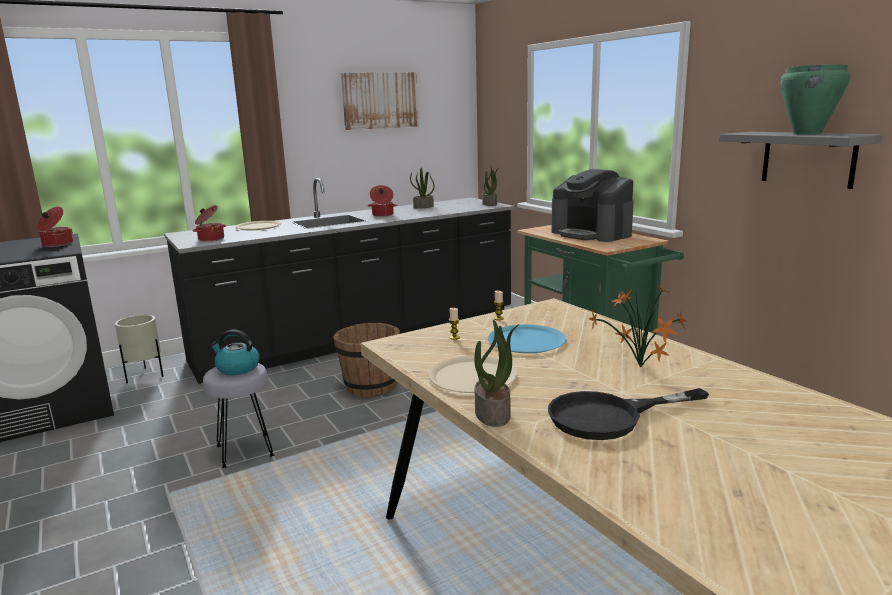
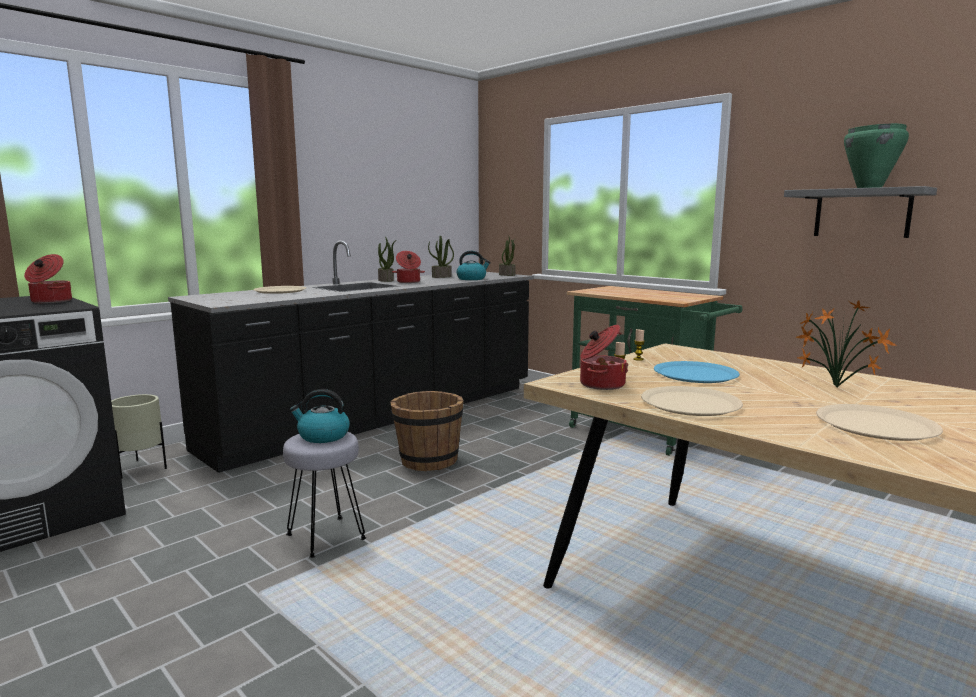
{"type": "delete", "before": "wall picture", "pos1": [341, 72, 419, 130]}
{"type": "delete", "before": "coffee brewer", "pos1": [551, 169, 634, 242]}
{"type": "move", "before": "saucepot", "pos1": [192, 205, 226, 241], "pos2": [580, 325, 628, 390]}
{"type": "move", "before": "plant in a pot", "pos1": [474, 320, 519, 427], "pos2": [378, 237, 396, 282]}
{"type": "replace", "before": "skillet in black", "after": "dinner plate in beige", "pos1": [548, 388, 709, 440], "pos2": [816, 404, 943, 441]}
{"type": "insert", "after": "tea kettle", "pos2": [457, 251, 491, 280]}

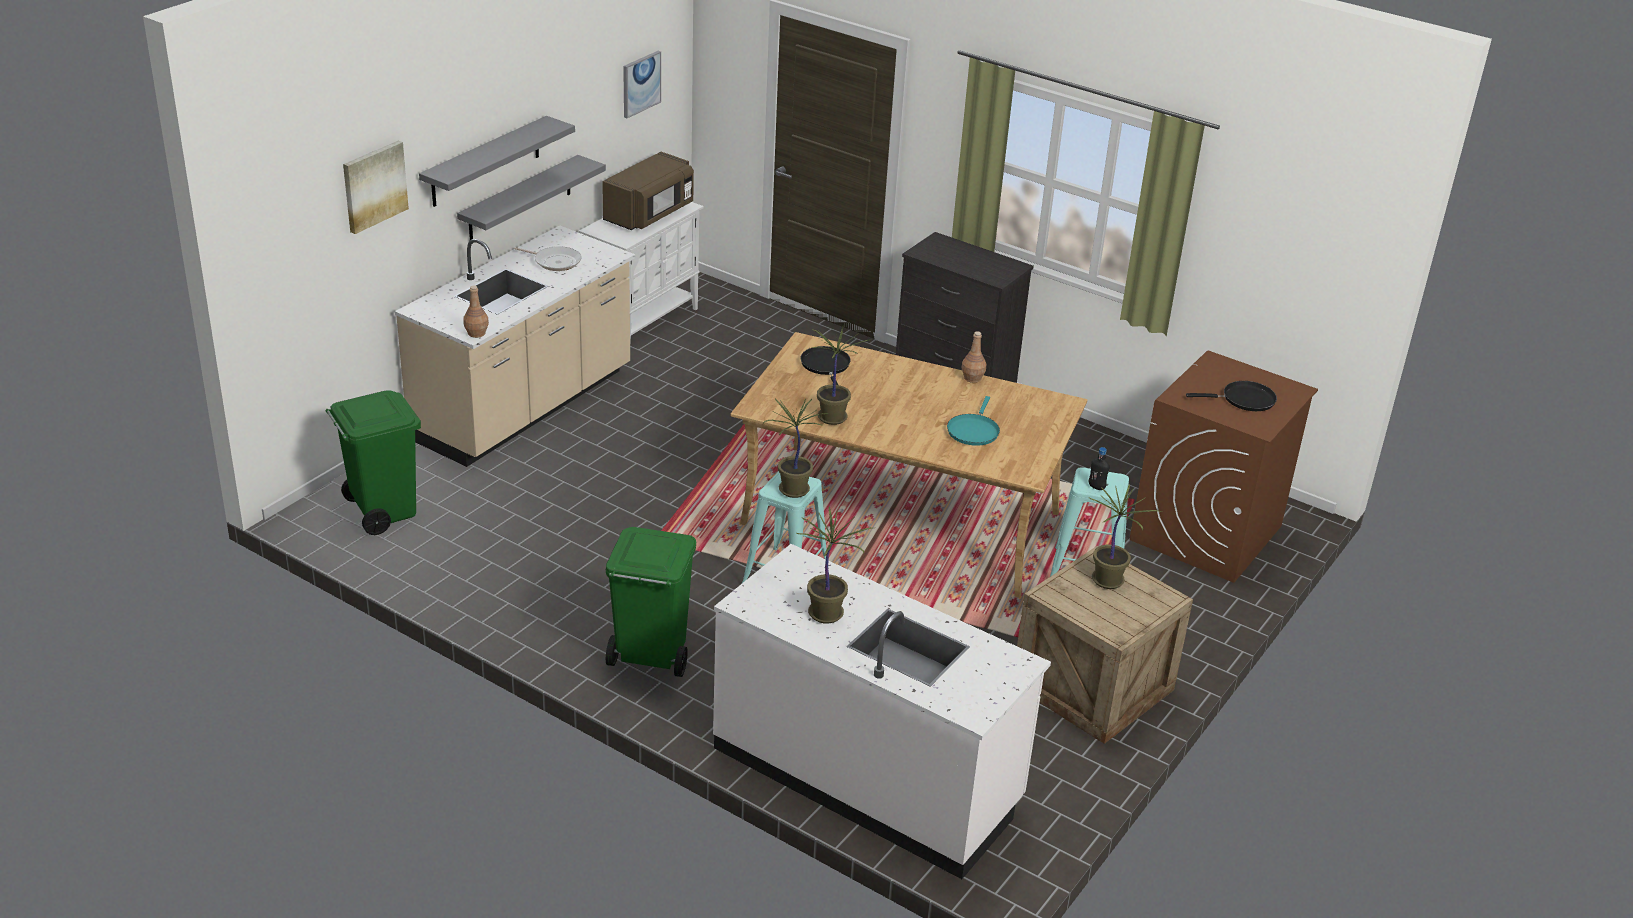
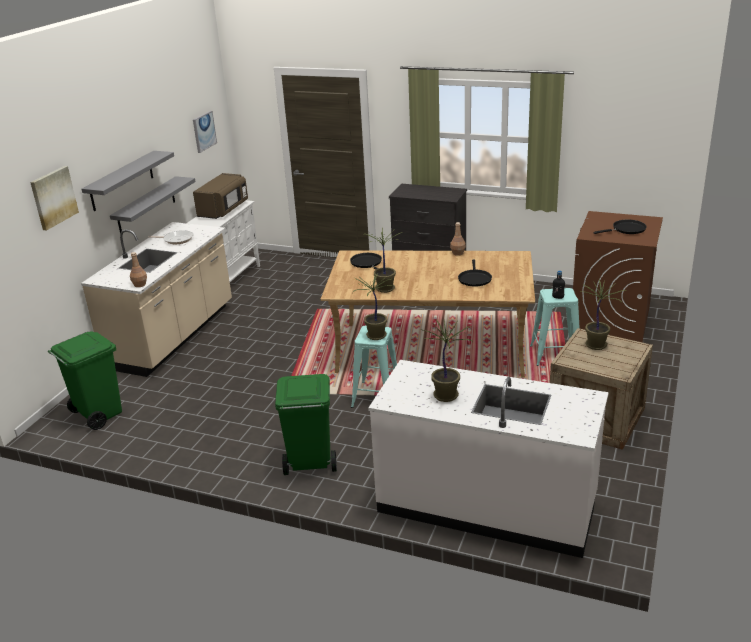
{"type": "recolor", "before": "skillet in turquoise-coloured", "after": "skillet in black", "pos1": [947, 396, 1000, 446], "pos2": [458, 260, 492, 287]}

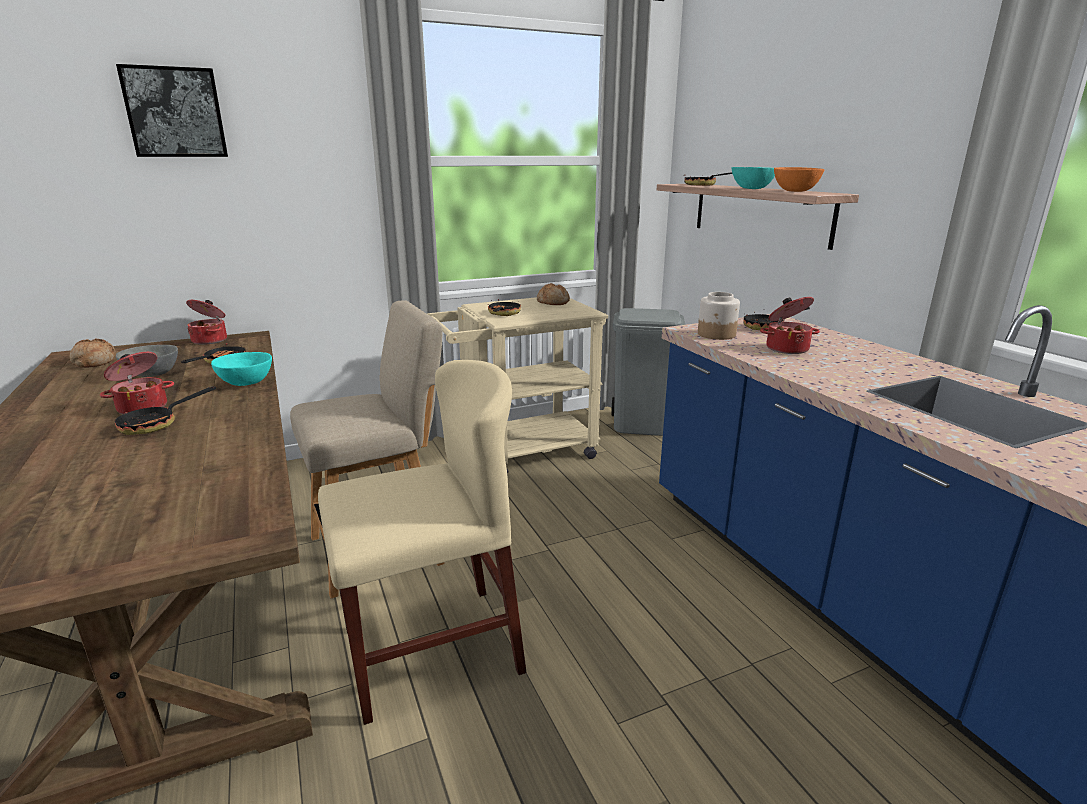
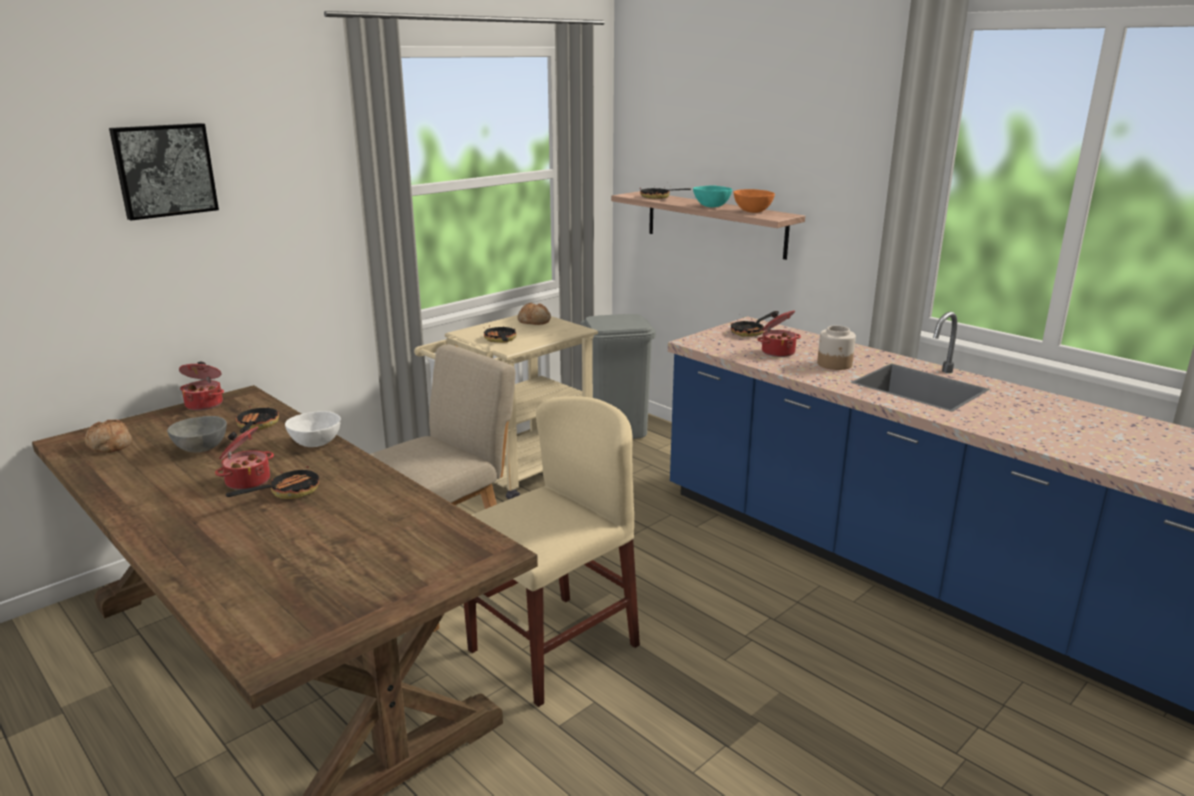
{"type": "move", "before": "jar", "pos1": [698, 292, 740, 340], "pos2": [817, 326, 856, 370]}
{"type": "recolor", "before": "bowl in turquoise-coloured", "after": "bowl in whitish", "pos1": [211, 352, 272, 386], "pos2": [285, 411, 341, 447]}
{"type": "rotate", "before": "skillet", "pos1": [115, 387, 216, 435], "pos2": [226, 466, 319, 499], "turn": -150}

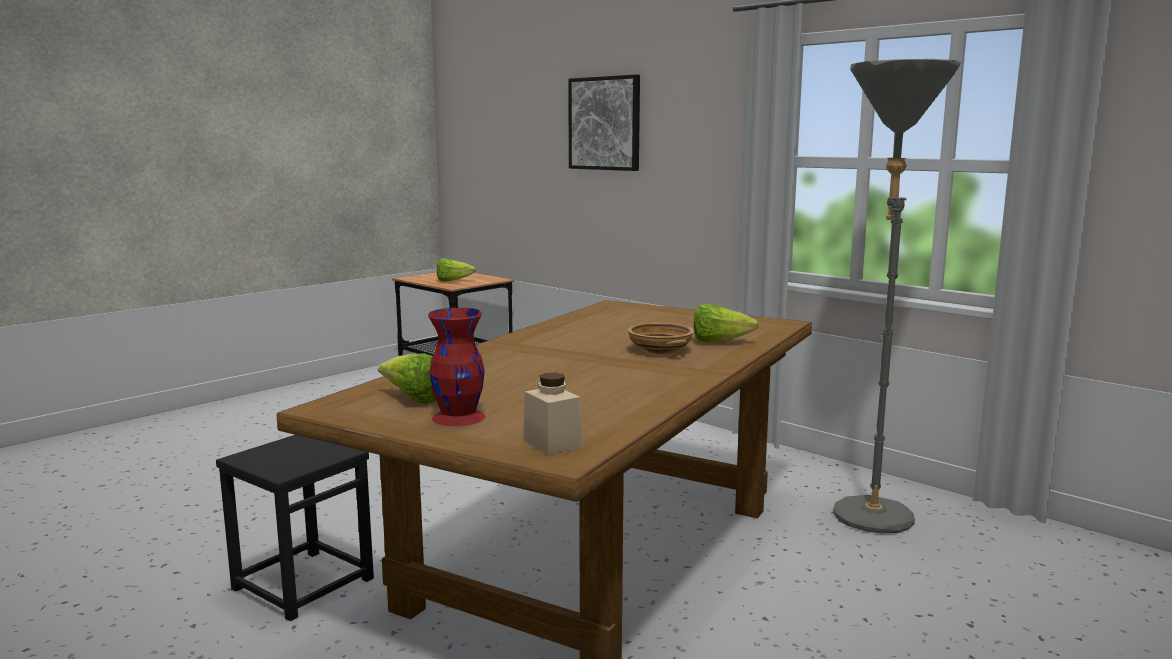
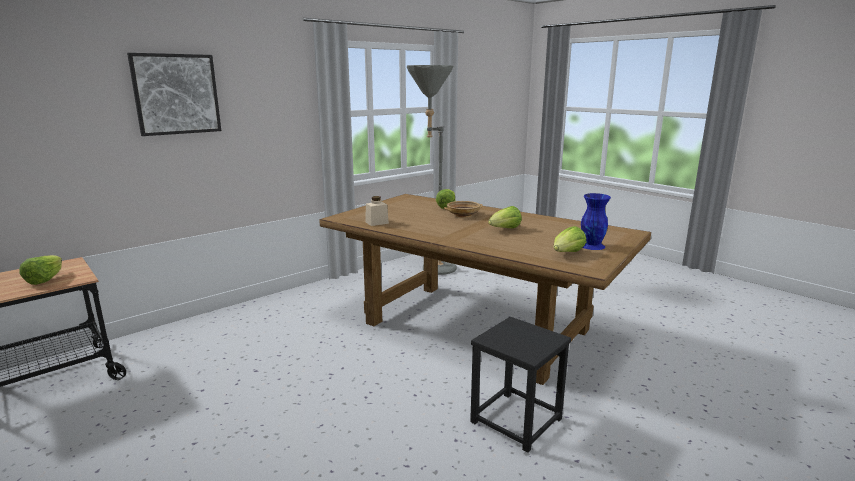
{"type": "recolor", "before": "vase in red-coloured", "after": "vase in blue-coloured", "pos1": [428, 308, 485, 426], "pos2": [581, 193, 611, 250]}
{"type": "move", "before": "jar in beige", "pos1": [523, 373, 583, 455], "pos2": [366, 196, 389, 226]}
{"type": "insert", "after": "head of lettuce", "pos2": [488, 206, 522, 228]}

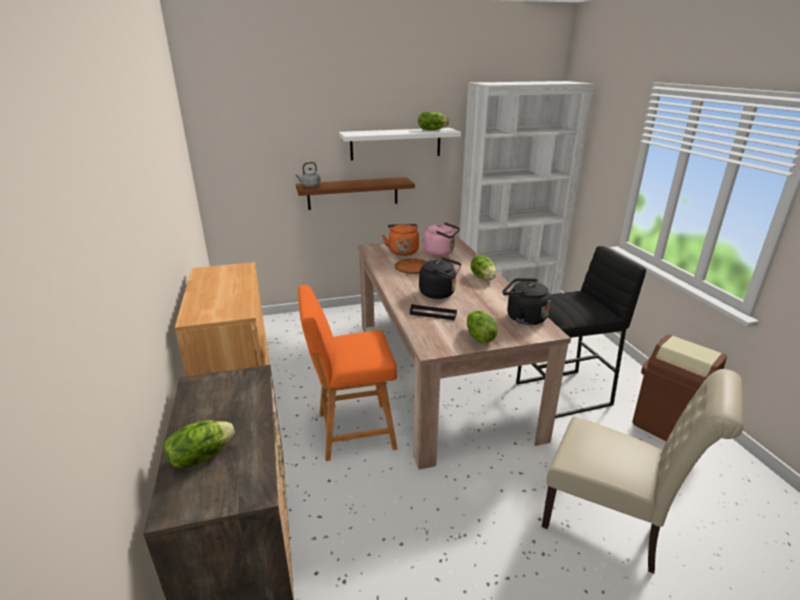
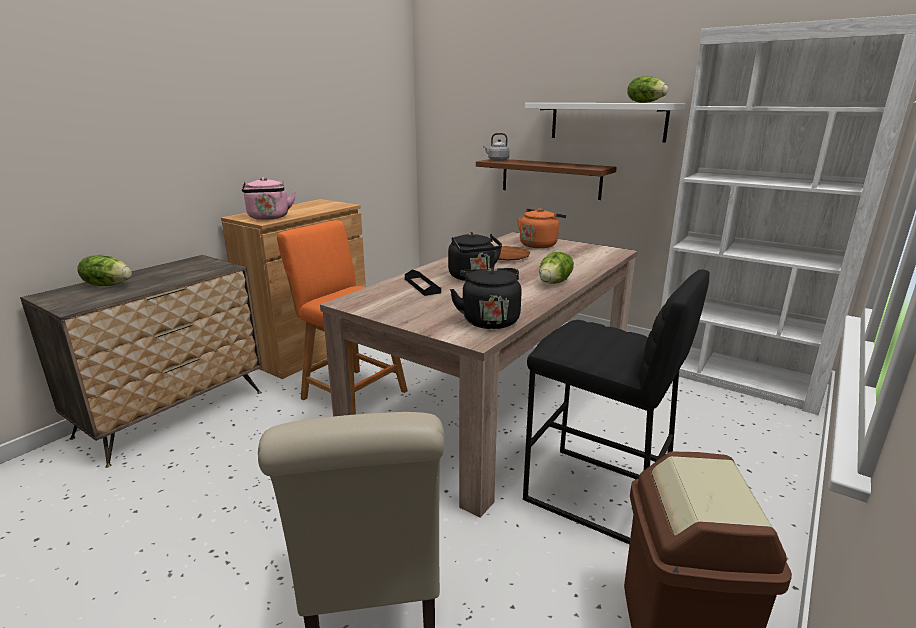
{"type": "move", "before": "tea kettle in pink-coloured", "pos1": [424, 222, 460, 256], "pos2": [242, 177, 296, 220]}
{"type": "delete", "before": "head of lettuce", "pos1": [467, 310, 497, 343]}

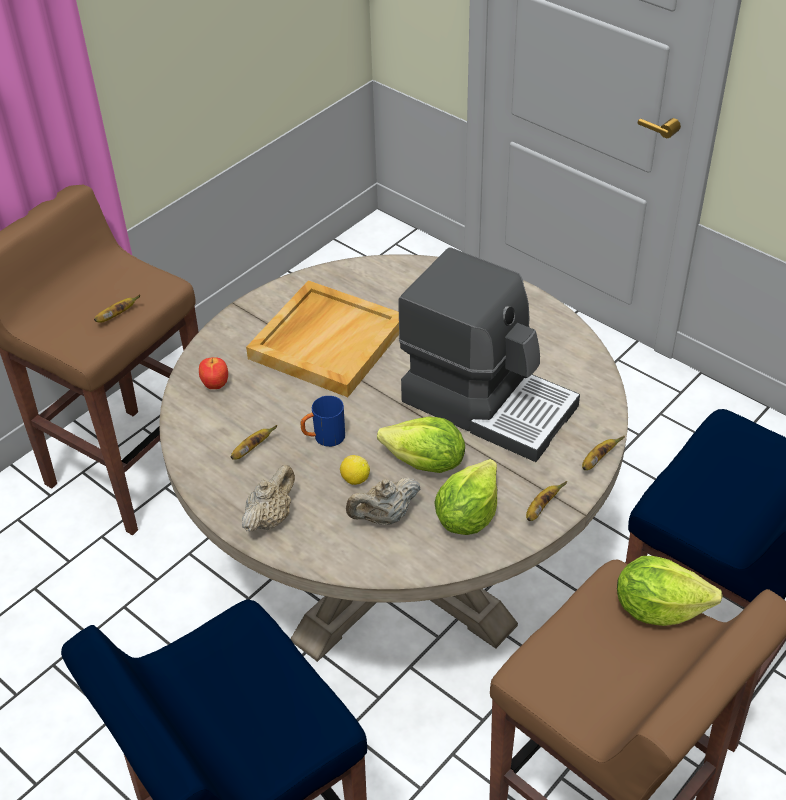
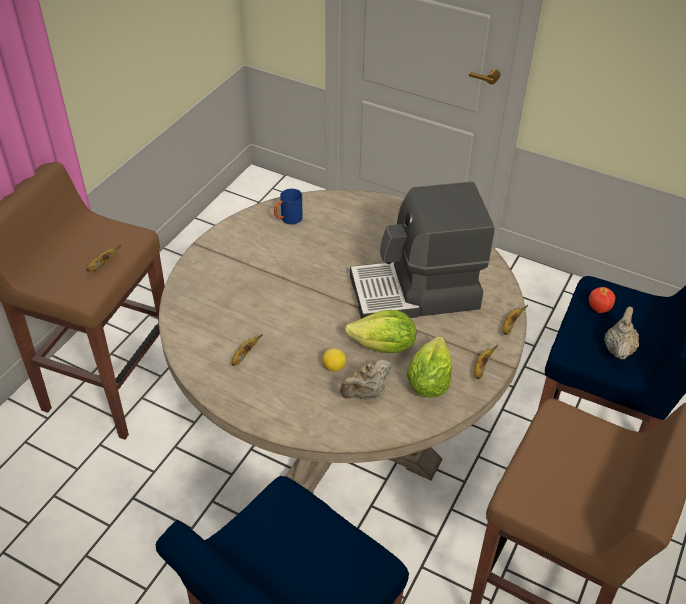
{"type": "rotate", "before": "coffee brewer", "pos1": [398, 247, 580, 462], "pos2": [350, 181, 495, 319], "turn": 150}
{"type": "delete", "before": "serving tray in beige", "pos1": [246, 280, 399, 397]}
{"type": "move", "before": "apple fruit", "pos1": [199, 357, 228, 389], "pos2": [589, 287, 615, 313]}
{"type": "move", "before": "coffee mug in blue-coloured", "pos1": [301, 396, 345, 447], "pos2": [274, 189, 302, 224]}
{"type": "move", "before": "pot for tea in beige", "pos1": [242, 465, 295, 532], "pos2": [604, 307, 639, 359]}
{"type": "delete", "before": "head of lettuce", "pos1": [617, 556, 723, 626]}

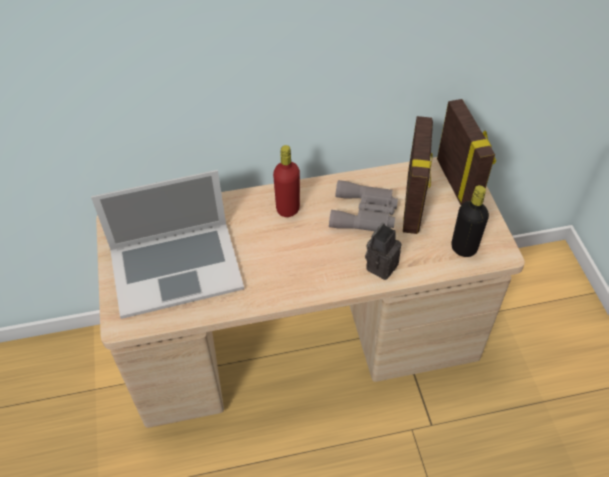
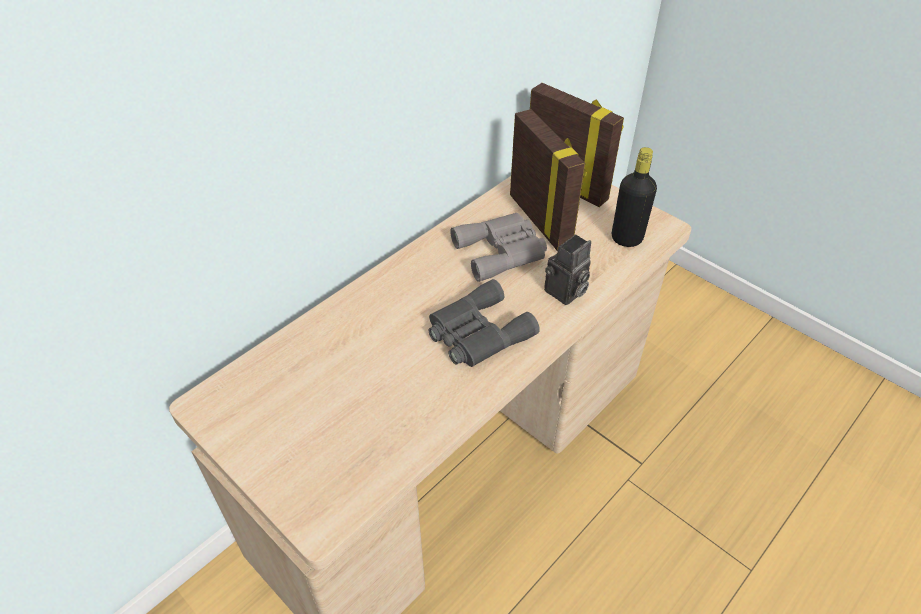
{"type": "delete", "before": "beverage bottle in red-coloured", "pos1": [273, 145, 300, 217]}
{"type": "delete", "before": "notebook computer", "pos1": [91, 170, 244, 319]}
{"type": "rotate", "before": "photo camera", "pos1": [365, 223, 401, 280], "pos2": [544, 234, 591, 305], "turn": -135}
{"type": "insert", "after": "binoculars in gray", "pos2": [428, 279, 540, 367]}

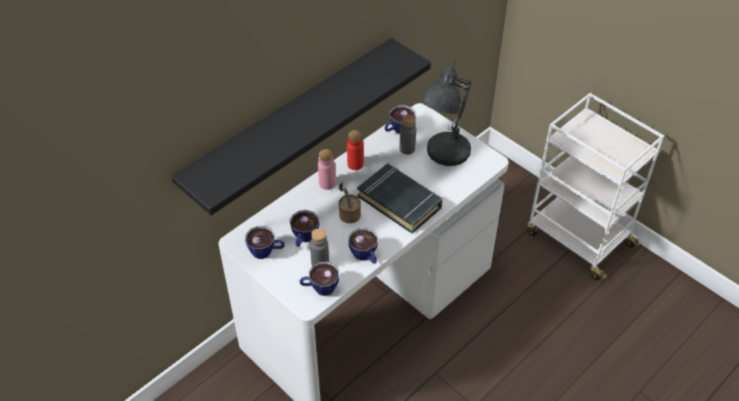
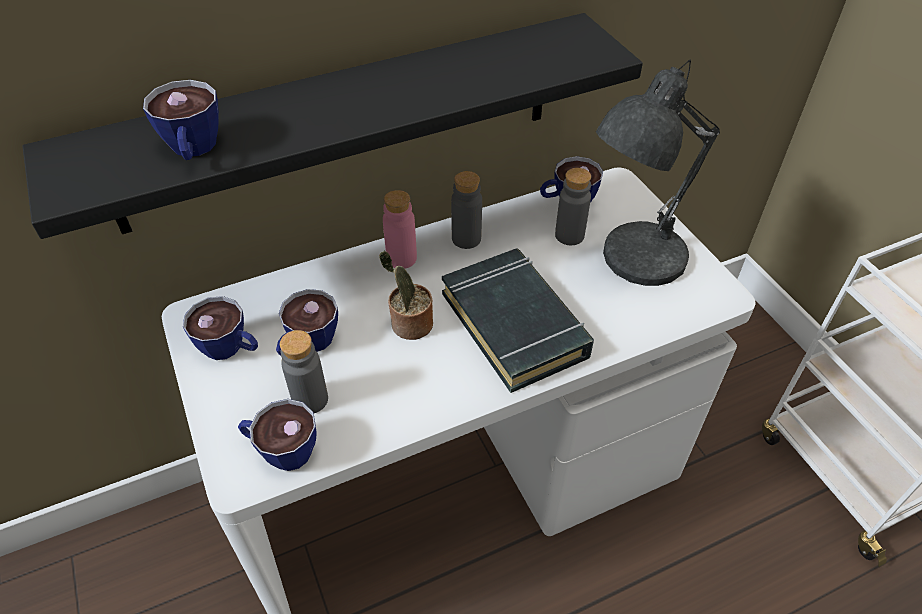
{"type": "recolor", "before": "beverage bottle in red-coloured", "after": "beverage bottle in gray", "pos1": [347, 130, 364, 170], "pos2": [451, 171, 482, 249]}
{"type": "move", "before": "cup", "pos1": [348, 228, 378, 264], "pos2": [143, 80, 219, 160]}

